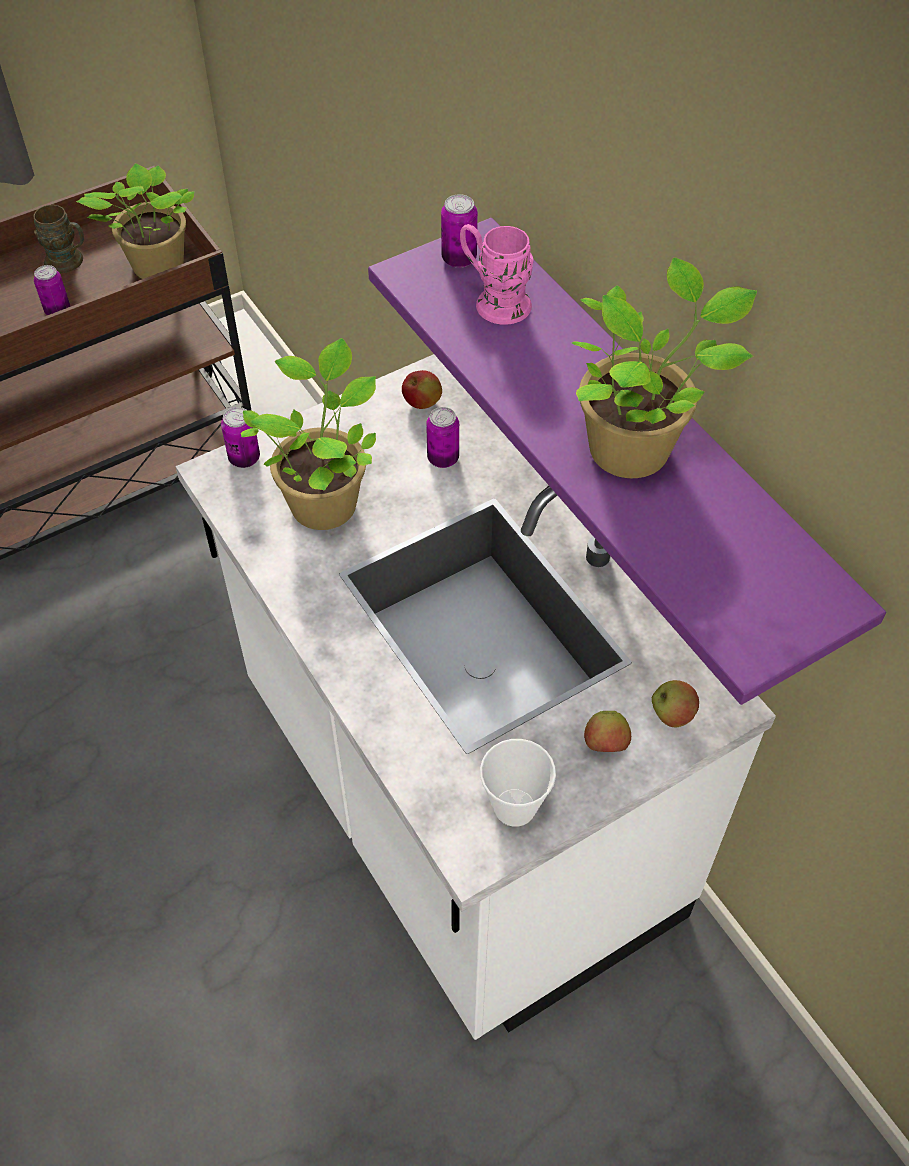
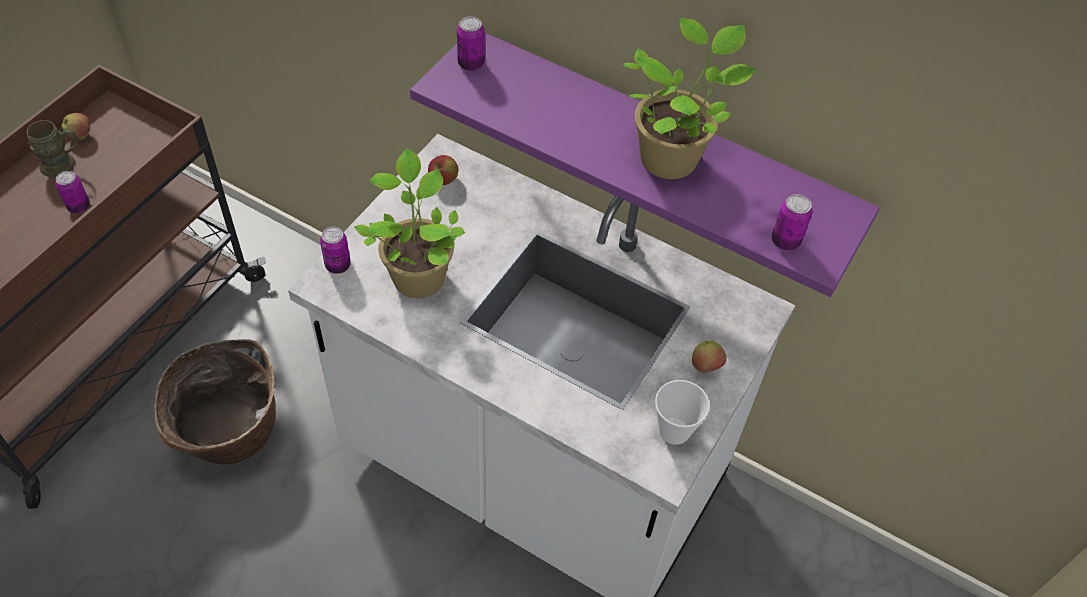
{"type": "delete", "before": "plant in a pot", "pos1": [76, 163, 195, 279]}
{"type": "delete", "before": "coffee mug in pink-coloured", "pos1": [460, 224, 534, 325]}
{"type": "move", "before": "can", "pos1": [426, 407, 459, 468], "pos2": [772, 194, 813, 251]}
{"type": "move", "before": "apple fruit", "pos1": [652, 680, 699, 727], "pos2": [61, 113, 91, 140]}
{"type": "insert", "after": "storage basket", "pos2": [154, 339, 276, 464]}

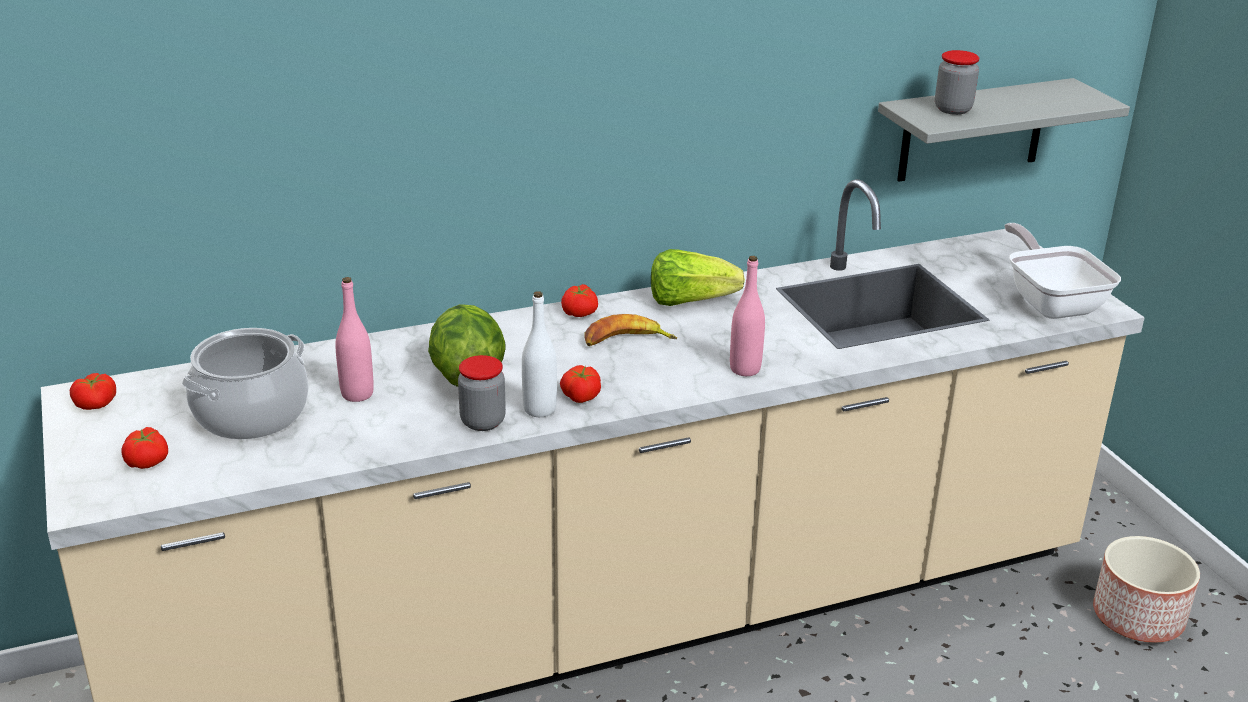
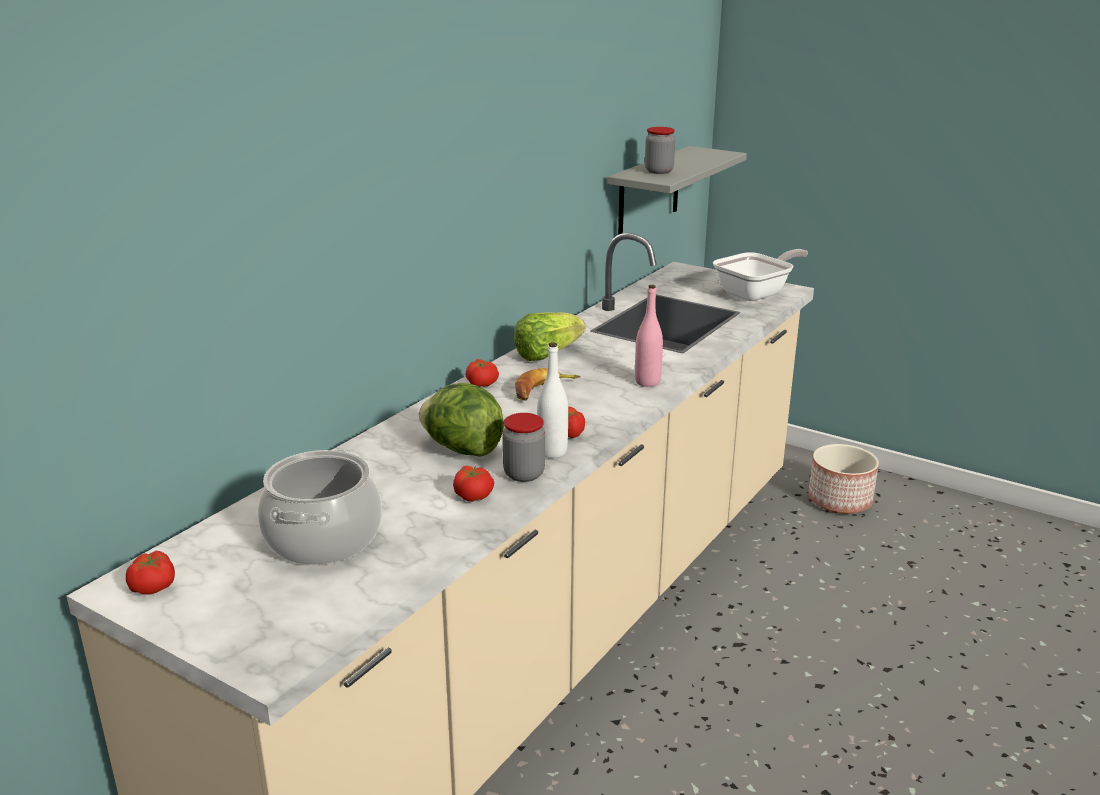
{"type": "rotate", "before": "skillet", "pos1": [1005, 223, 1121, 319], "pos2": [713, 249, 808, 301], "turn": 105}
{"type": "delete", "before": "beverage bottle in pink-coloured", "pos1": [335, 277, 374, 402]}
{"type": "move", "before": "whole tomato", "pos1": [121, 427, 168, 469], "pos2": [453, 466, 494, 502]}

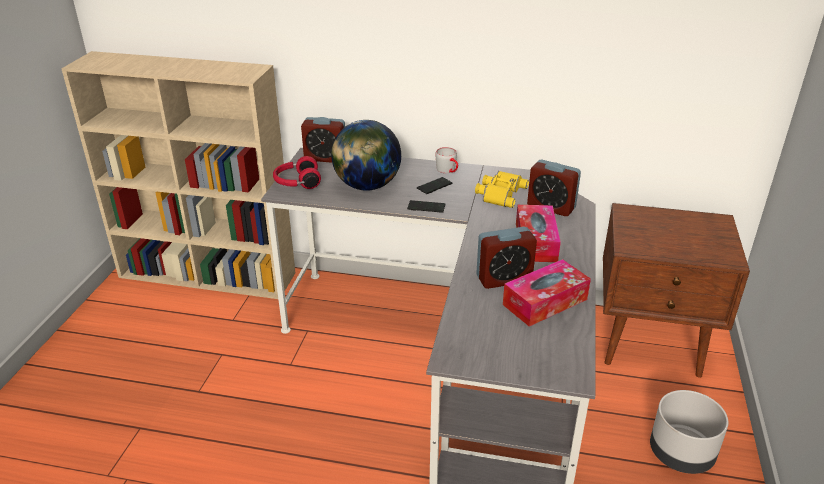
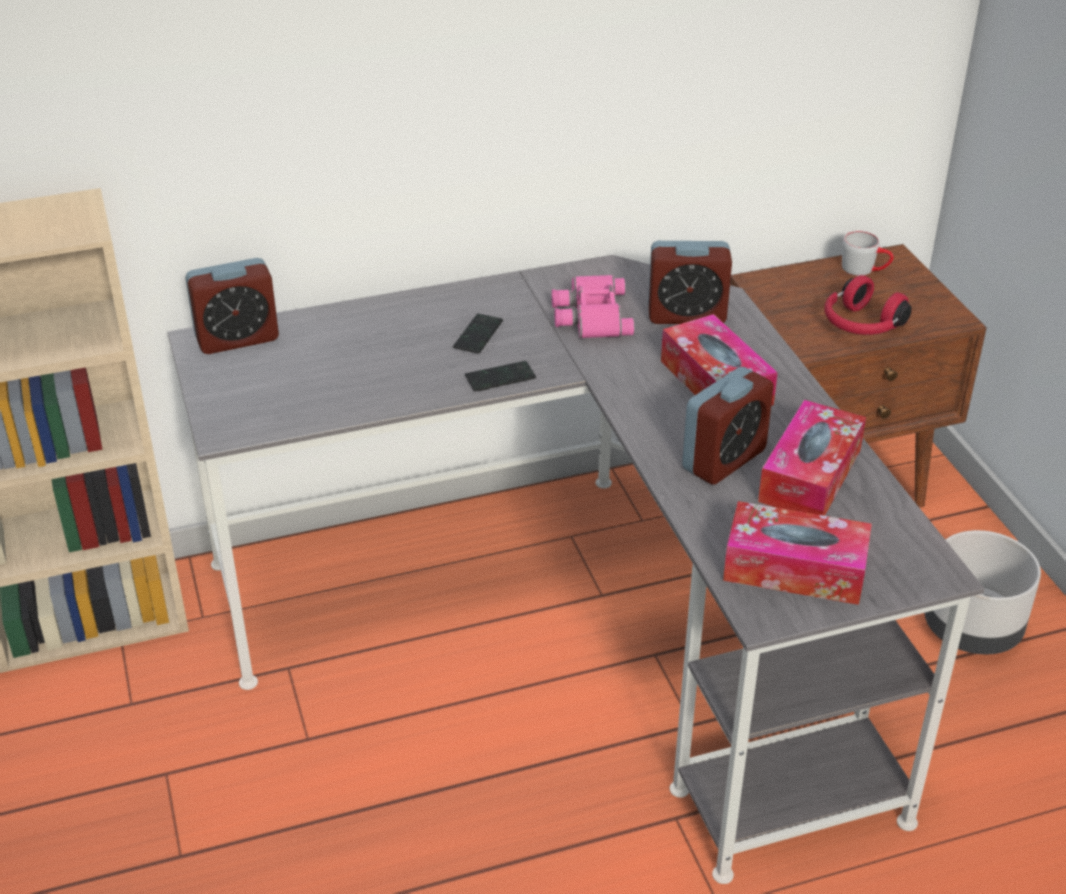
{"type": "delete", "before": "globe", "pos1": [331, 120, 401, 191]}
{"type": "move", "before": "coffee mug in gray", "pos1": [435, 147, 458, 173], "pos2": [842, 231, 894, 276]}
{"type": "move", "before": "headset in red-coloured", "pos1": [273, 156, 321, 189], "pos2": [825, 275, 912, 335]}
{"type": "recolor", "before": "binoculars in yellowish", "after": "binoculars in pink-coloured", "pos1": [475, 171, 529, 208], "pos2": [552, 275, 635, 338]}
{"type": "insert", "after": "box of tissues", "pos2": [723, 501, 872, 605]}

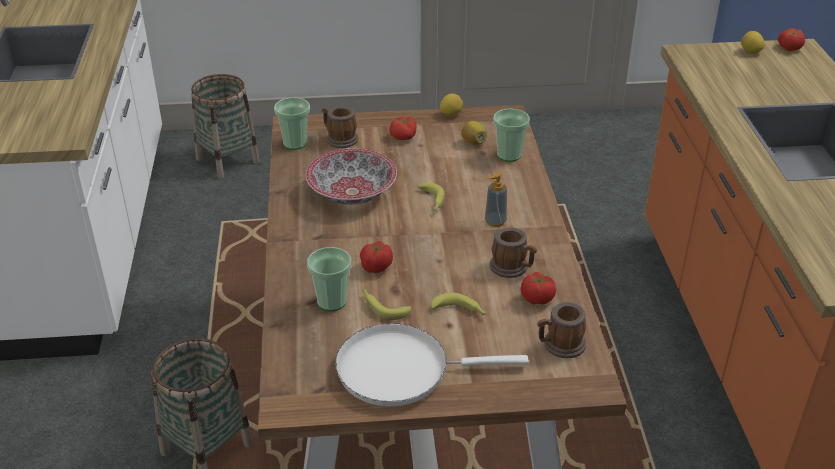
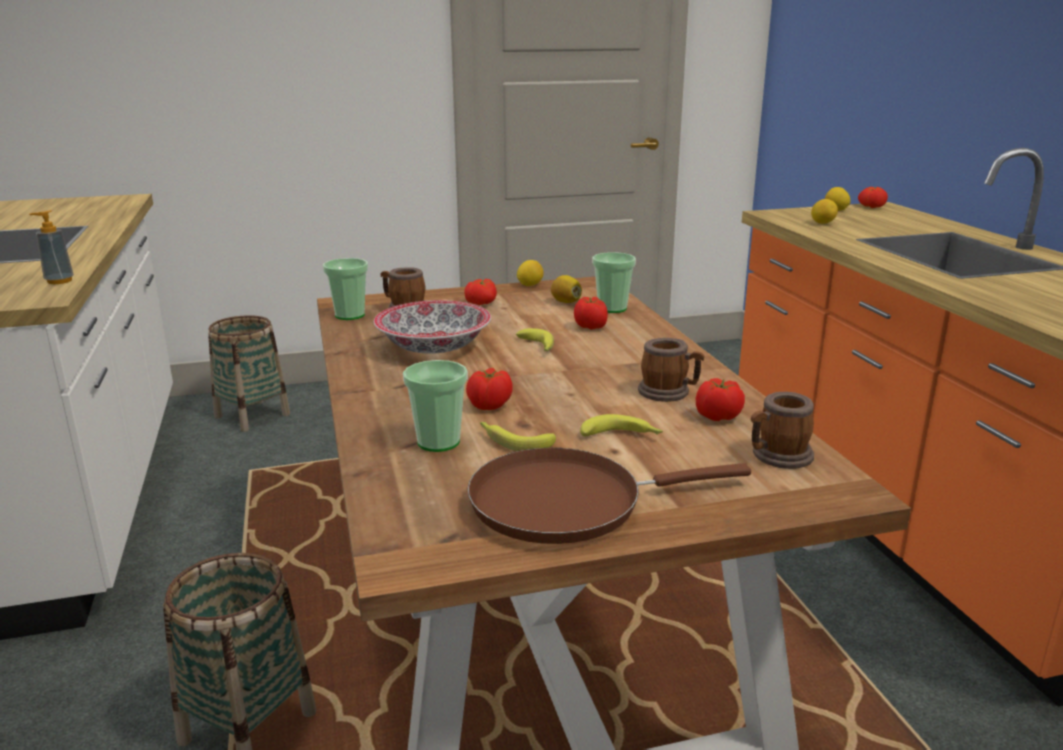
{"type": "move", "before": "soap bottle", "pos1": [485, 172, 507, 227], "pos2": [29, 210, 74, 284]}
{"type": "recolor", "before": "skillet in whitish", "after": "skillet in brown-coloured", "pos1": [335, 323, 529, 406], "pos2": [467, 448, 751, 544]}
{"type": "insert", "after": "whole lemon", "pos2": [811, 199, 838, 224]}
{"type": "insert", "after": "whole tomato", "pos2": [574, 297, 608, 330]}

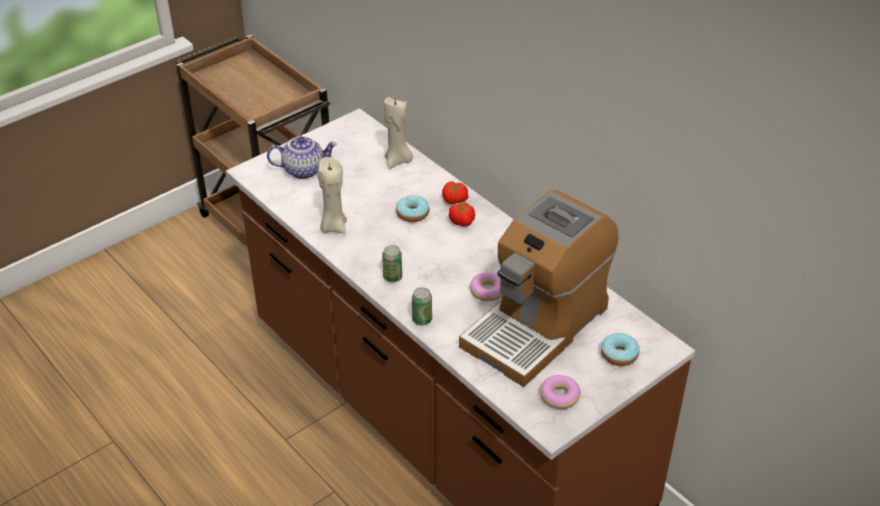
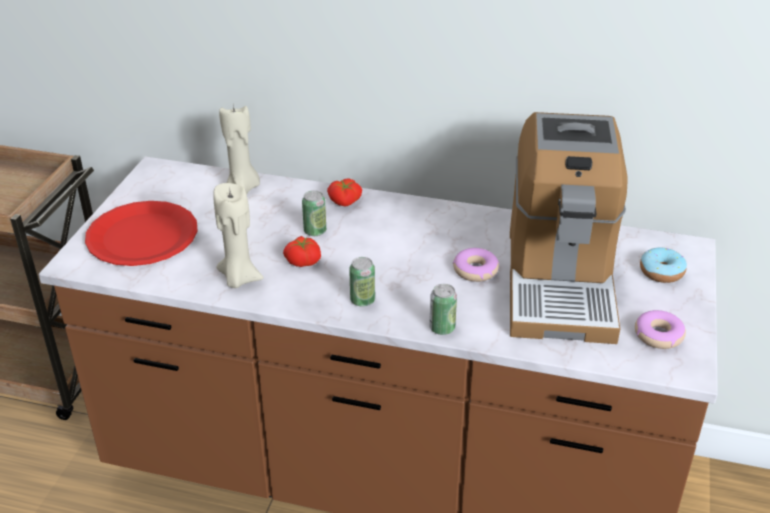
{"type": "replace", "before": "pot for tea", "after": "dinner plate in red-coloured", "pos1": [267, 136, 337, 179], "pos2": [85, 201, 198, 266]}
{"type": "replace", "before": "doughnut", "after": "can", "pos1": [396, 195, 429, 222], "pos2": [302, 190, 326, 236]}
{"type": "move", "before": "whole tomato", "pos1": [449, 203, 475, 227], "pos2": [283, 236, 321, 267]}

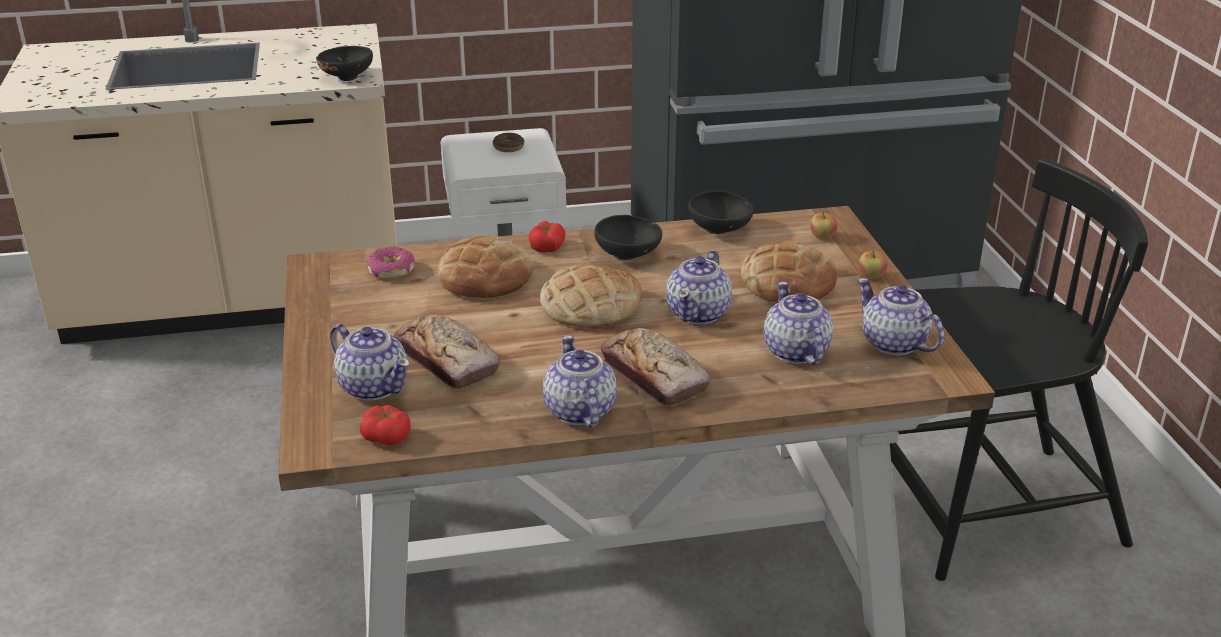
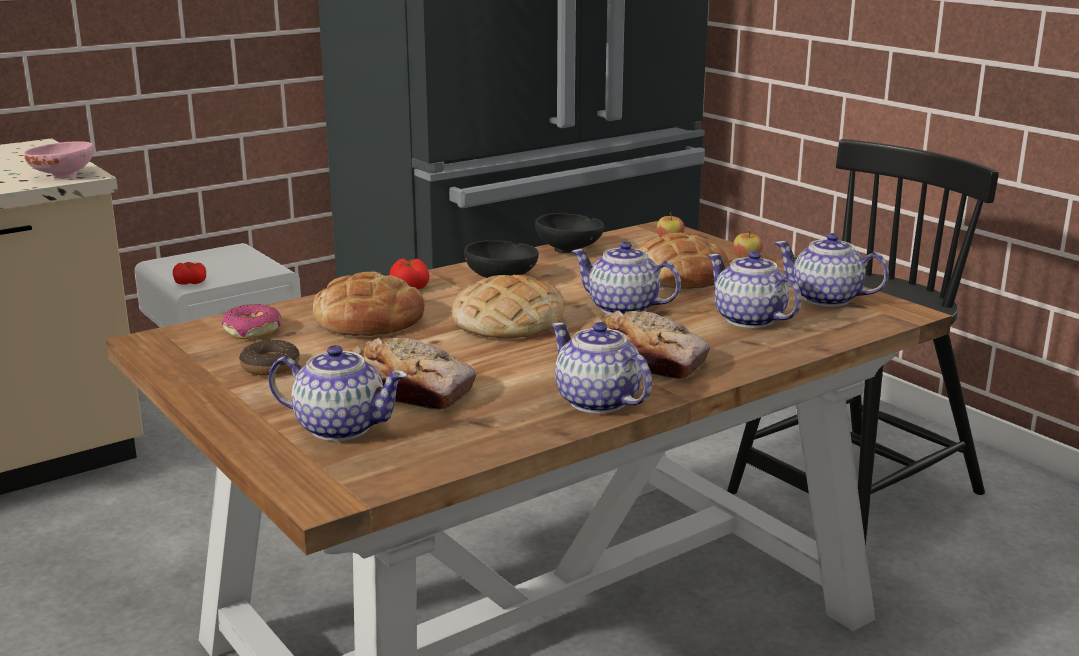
{"type": "recolor", "before": "bowl in black", "after": "bowl in pink-coloured", "pos1": [316, 46, 373, 81], "pos2": [24, 141, 94, 179]}
{"type": "move", "before": "doughnut", "pos1": [493, 133, 524, 152], "pos2": [239, 340, 300, 376]}
{"type": "rotate", "before": "pot for tea", "pos1": [666, 250, 732, 324], "pos2": [571, 241, 681, 314], "turn": 120}
{"type": "move", "before": "whole tomato", "pos1": [360, 405, 411, 445], "pos2": [173, 262, 206, 285]}

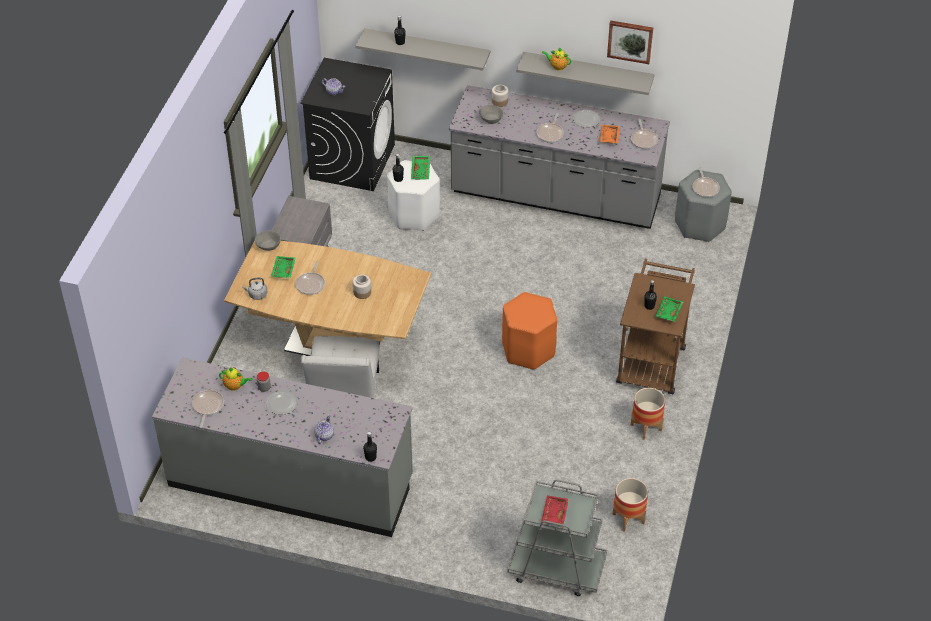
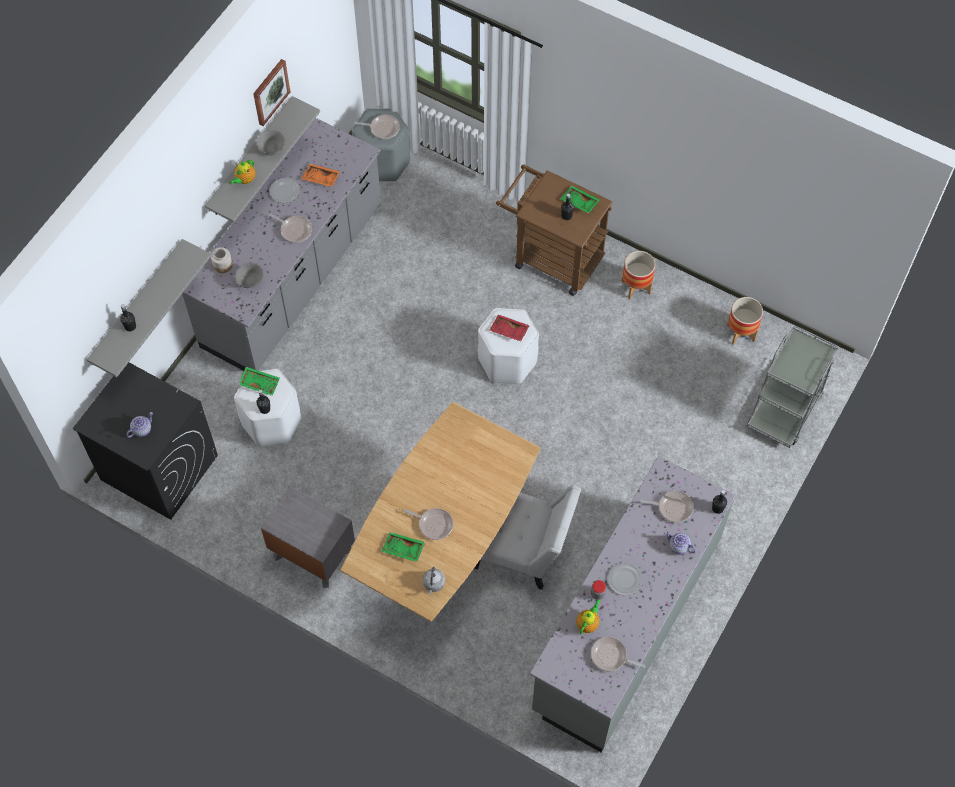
{"type": "move", "before": "skillet", "pos1": [631, 119, 659, 149], "pos2": [640, 491, 693, 523]}
{"type": "move", "before": "bowl in gray", "pos1": [255, 230, 281, 251], "pos2": [256, 130, 285, 155]}
{"type": "delete", "before": "jar", "pos1": [353, 275, 371, 299]}
{"type": "recolor", "before": "stool seat in orange", "after": "stool seat in whitish", "pos1": [502, 292, 557, 370], "pos2": [478, 308, 539, 384]}
{"type": "move", "before": "serving tray in red-coloured", "pos1": [541, 495, 569, 524], "pos2": [490, 315, 530, 341]}

